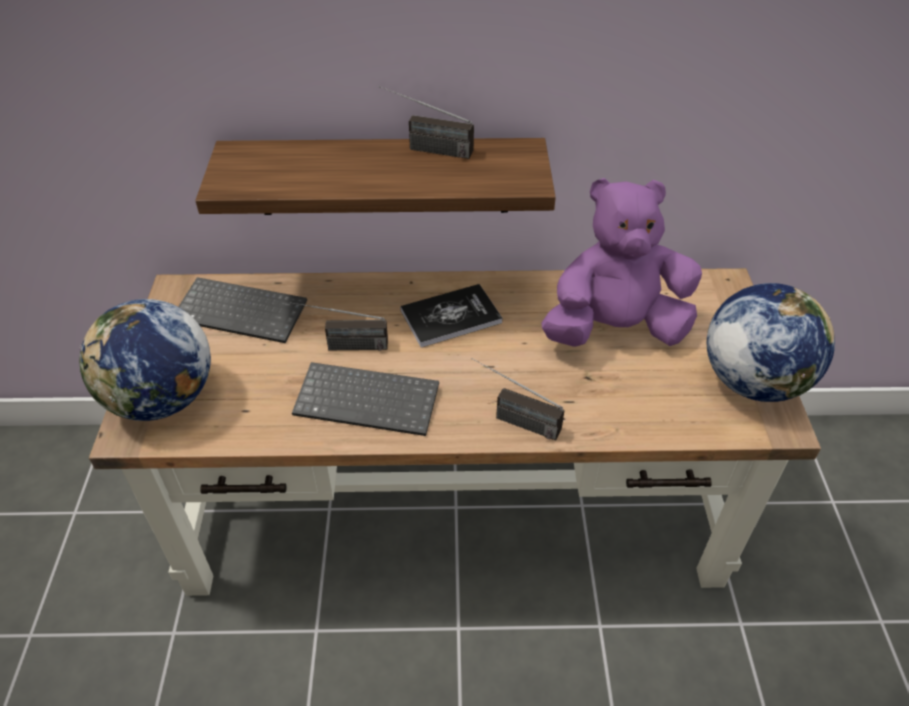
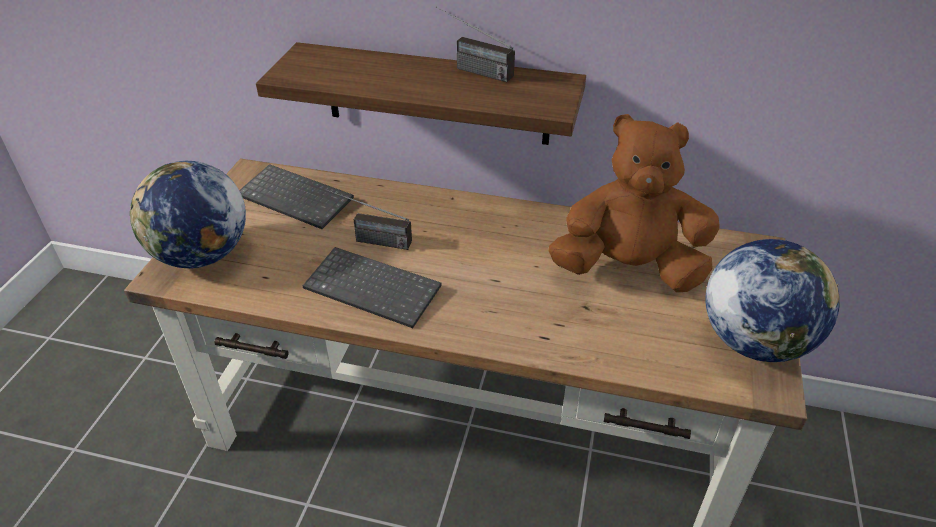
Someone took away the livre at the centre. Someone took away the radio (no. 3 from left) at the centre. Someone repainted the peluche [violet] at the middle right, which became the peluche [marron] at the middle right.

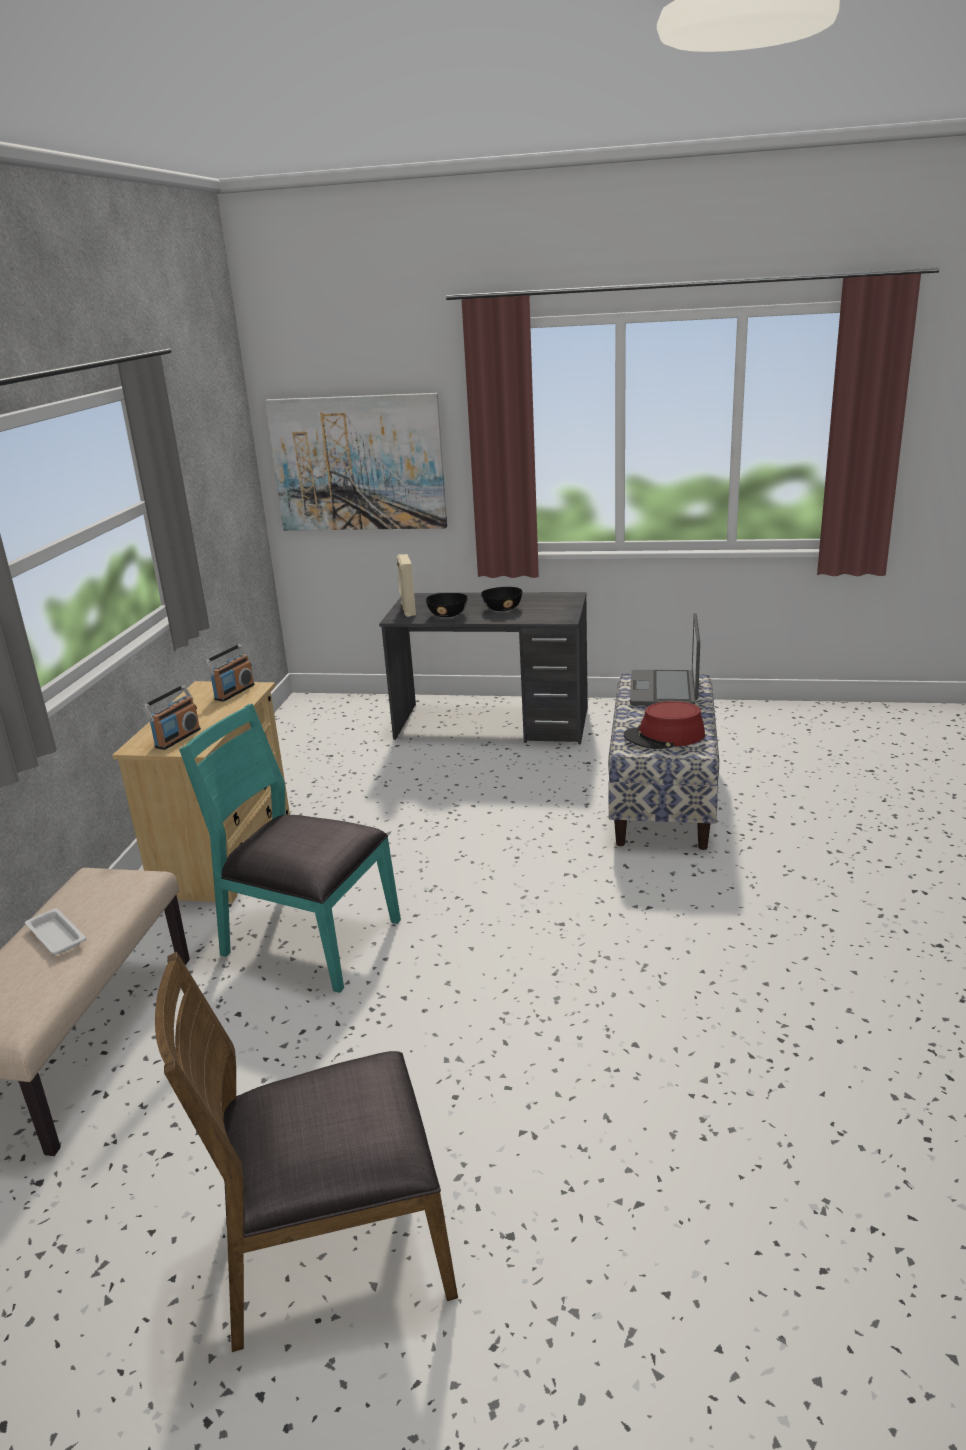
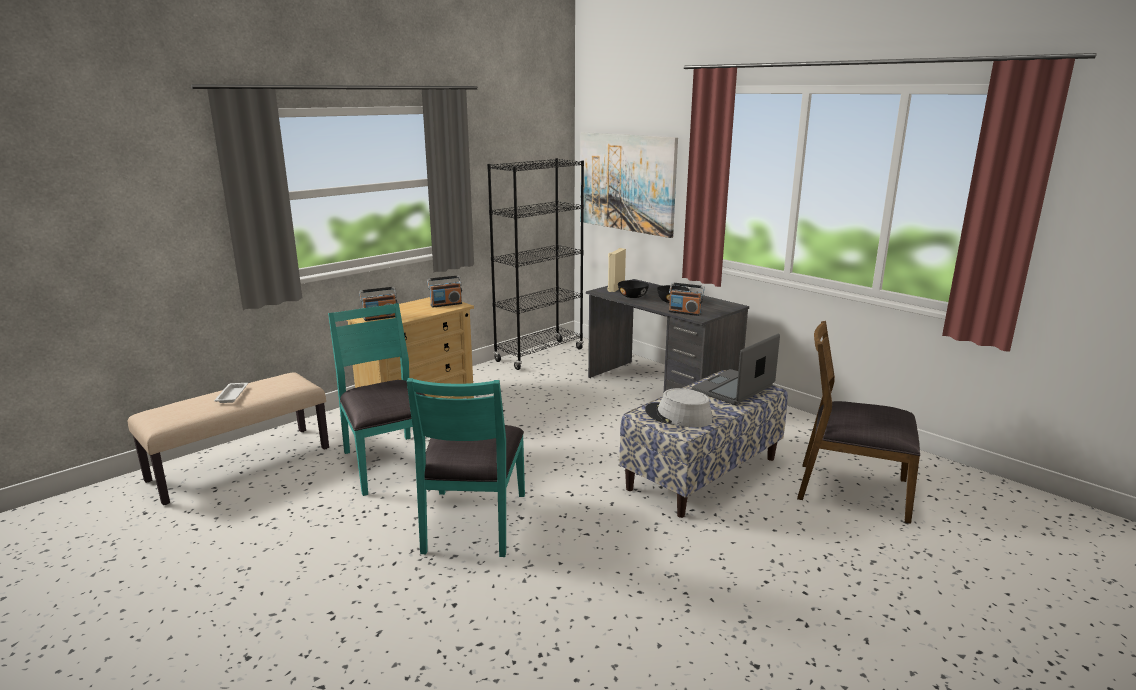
Someone put down the chaise [turquoise] (no. 2 from left) at the bottom centre. Someone put down the bibliothèque [noir] at the centre. Someone put down the radio (no. 3 from left) at the centre. Someone carried the chaise [marron] from the bottom left to the middle right. Someone repainted the chapeau [rouge] at the middle right, which became the chapeau [gris] at the centre.

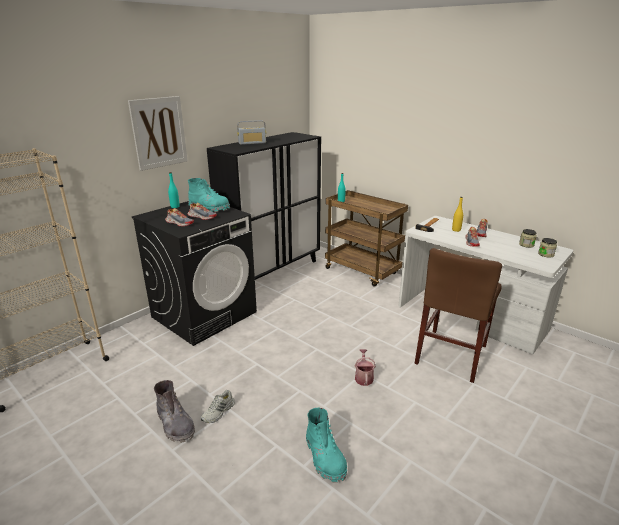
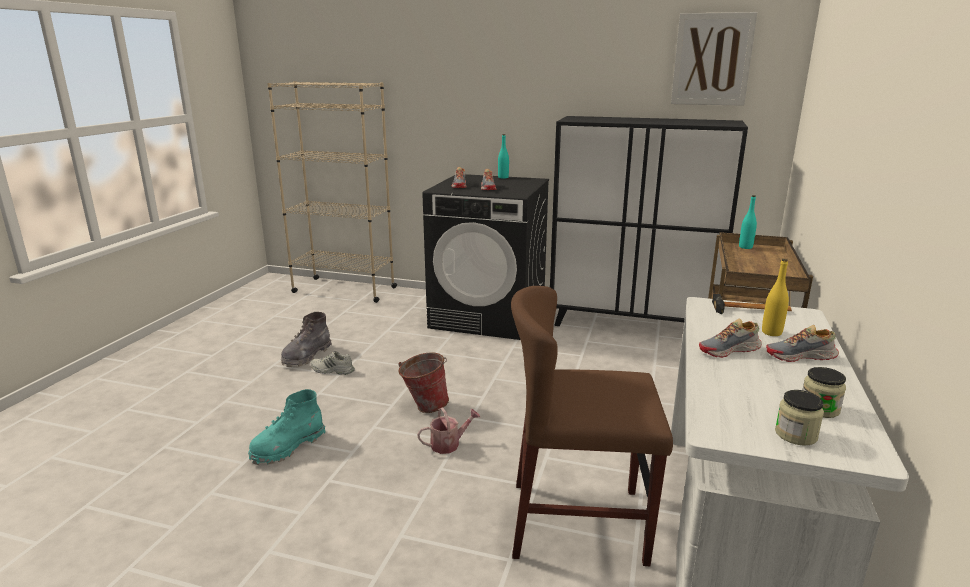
Someone took away the botte [turquoise] (no. 1 from left) at the centre. Someone took away the radio at the top centre. Someone put down the seau at the centre. Someone carried the tableau from the top left to the top right.

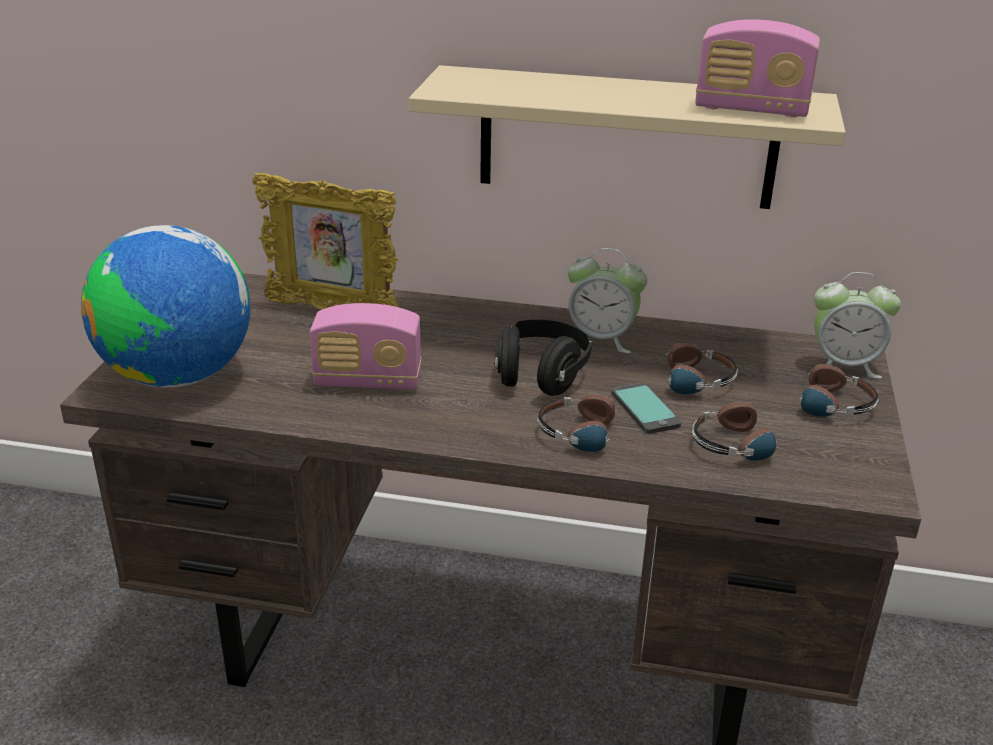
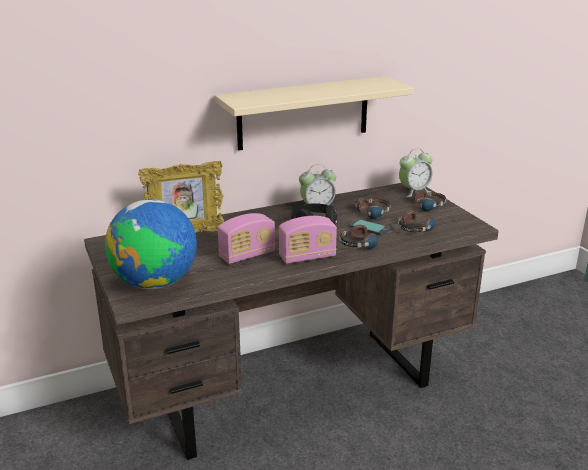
Someone carried the radio (no. 2 from left) from the top right to the centre.

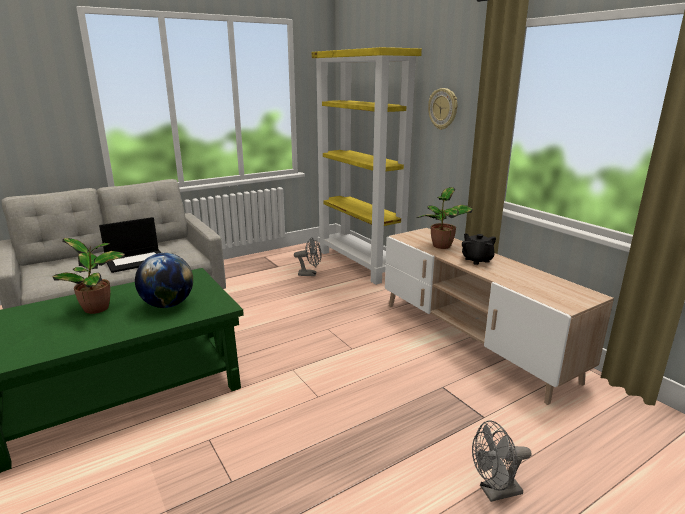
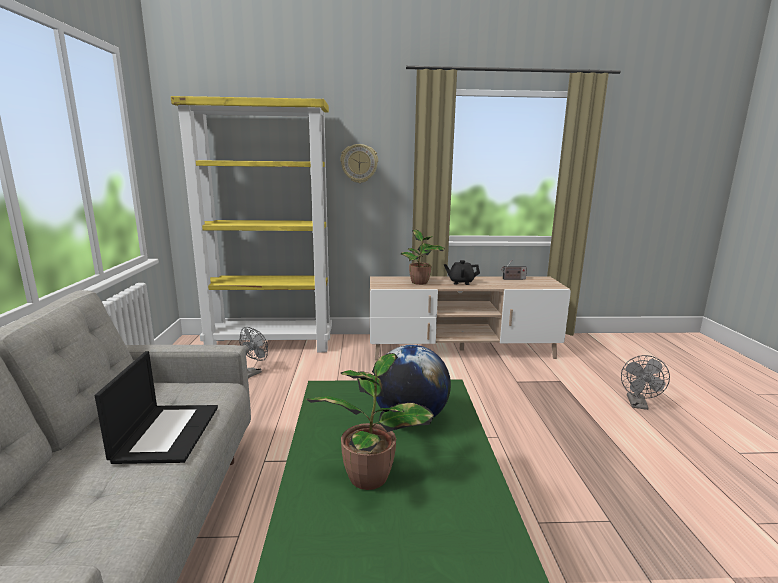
Someone put down the radio at the centre.

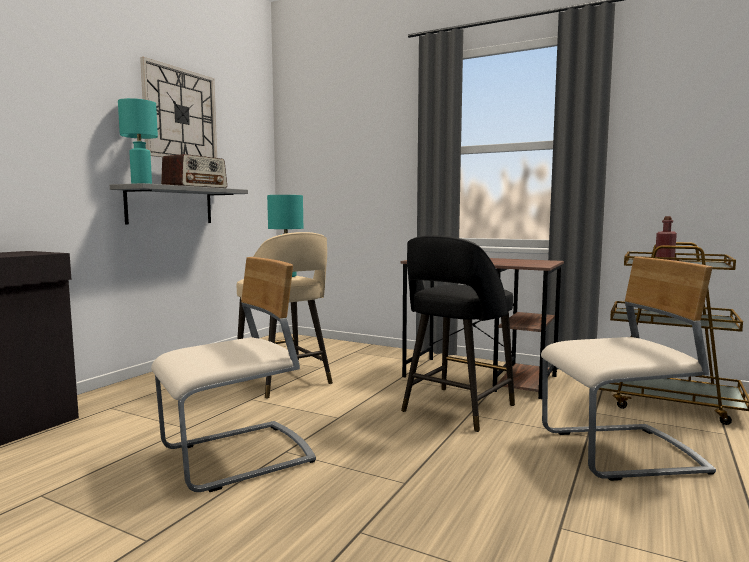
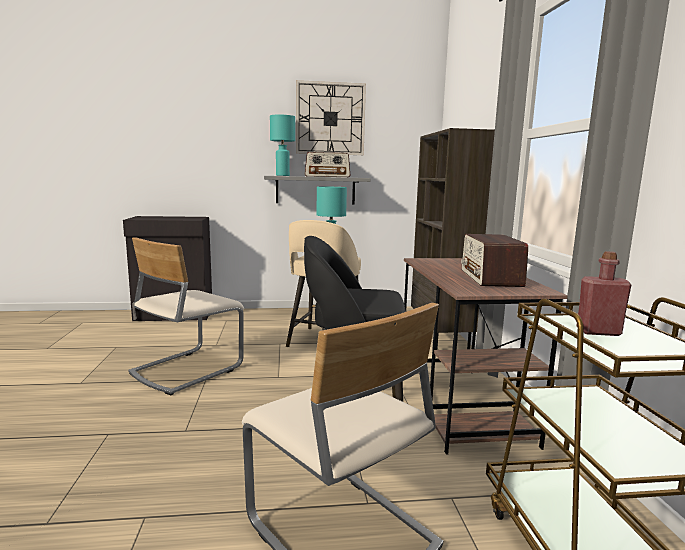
Someone put down the bibliothèque [marron] at the centre. Someone put down the radio (no. 2 from left) at the middle right. Someone rotated the chaise [beige] (no. 1 from left) at the middle left by 105 degrees clockwise.

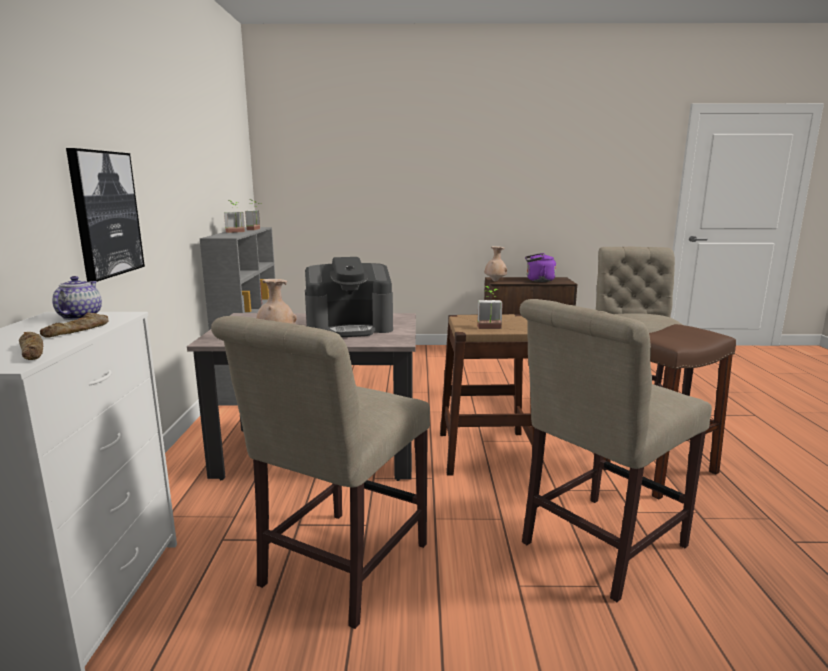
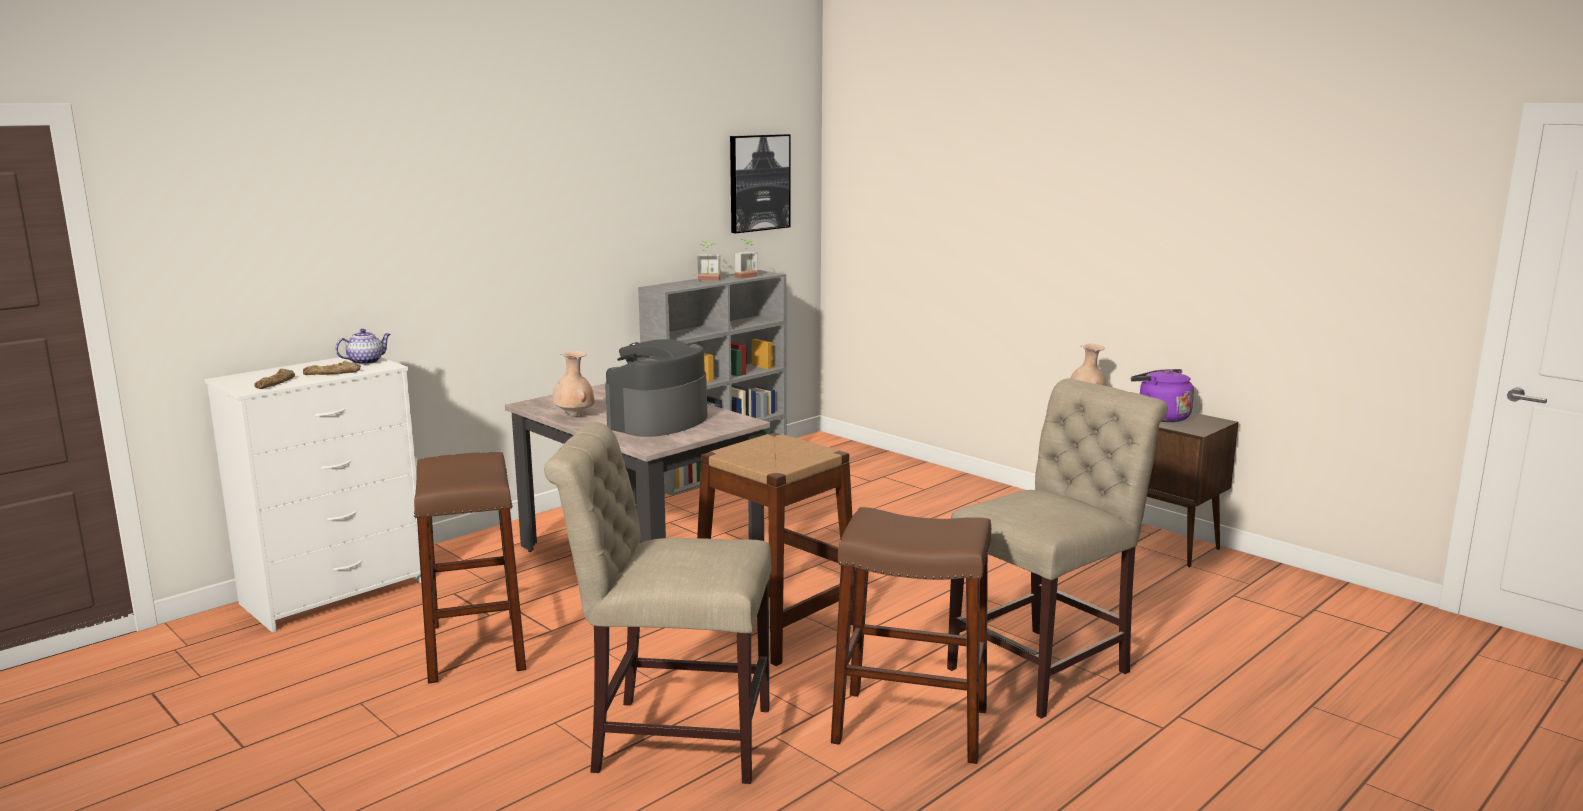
Someone took away the plante en pot (no. 3 from left) at the centre. Someone carried the tableau from the top left to the top centre. Someone swapped the chaise [beige] (no. 1 from left) at the bottom centre for the tabouret [marron] (no. 1 from left) at the bottom left. Someone rotated the machine à café at the centre by 90 degrees clockwise.

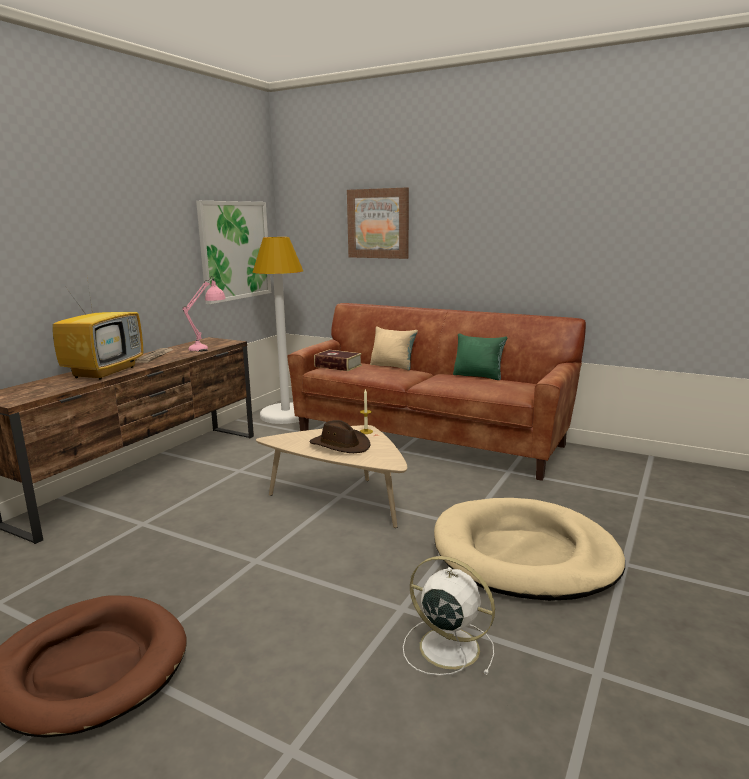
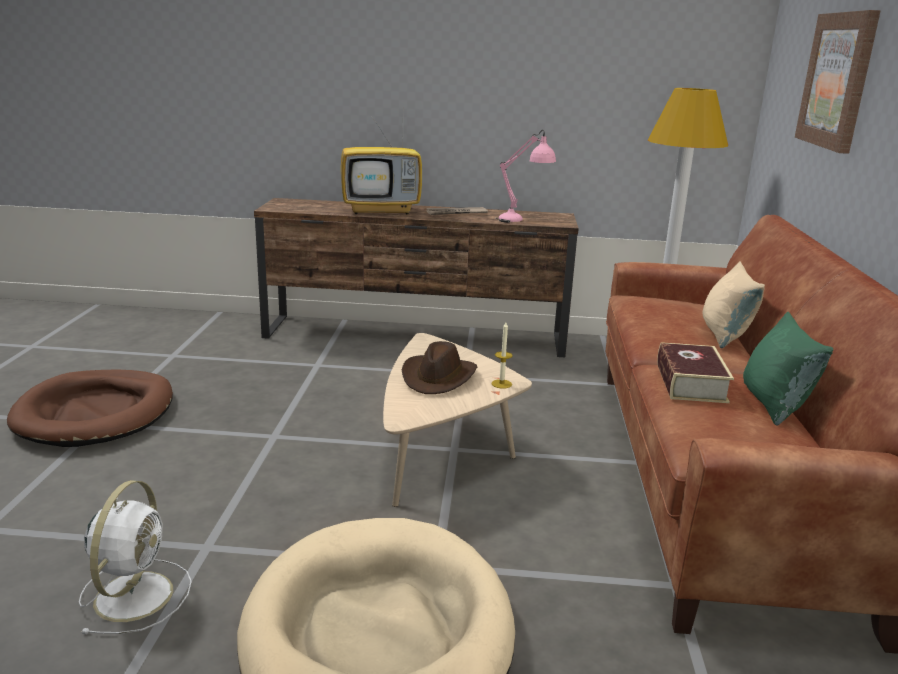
Someone took away the tableau (no. 1 from left) at the top left. Someone carried the livre from the centre to the middle right.

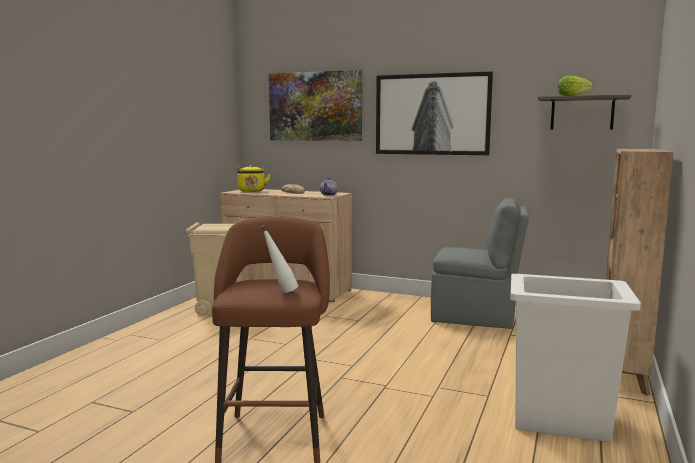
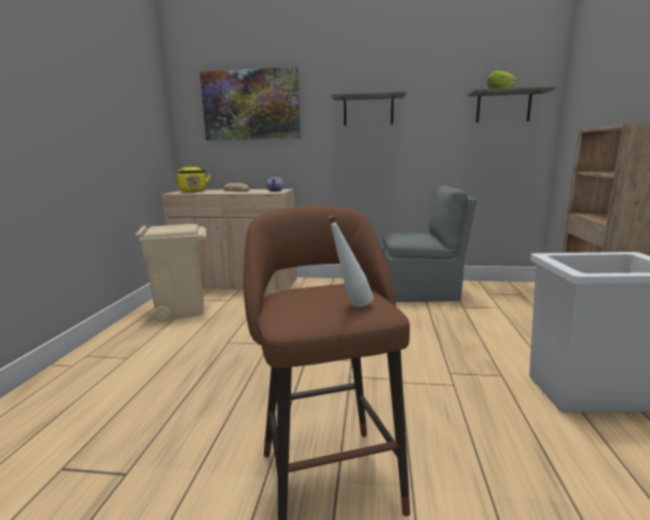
Someone swapped the tableau (no. 2 from left) at the top centre for the étagère (no. 1 from left) at the top centre.

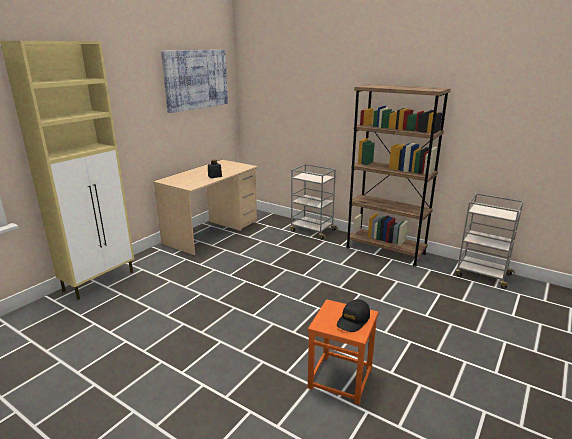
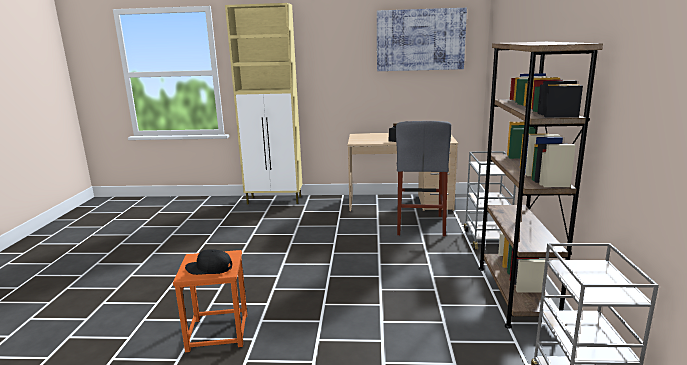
Someone put down the tabouret [gris] at the centre.

